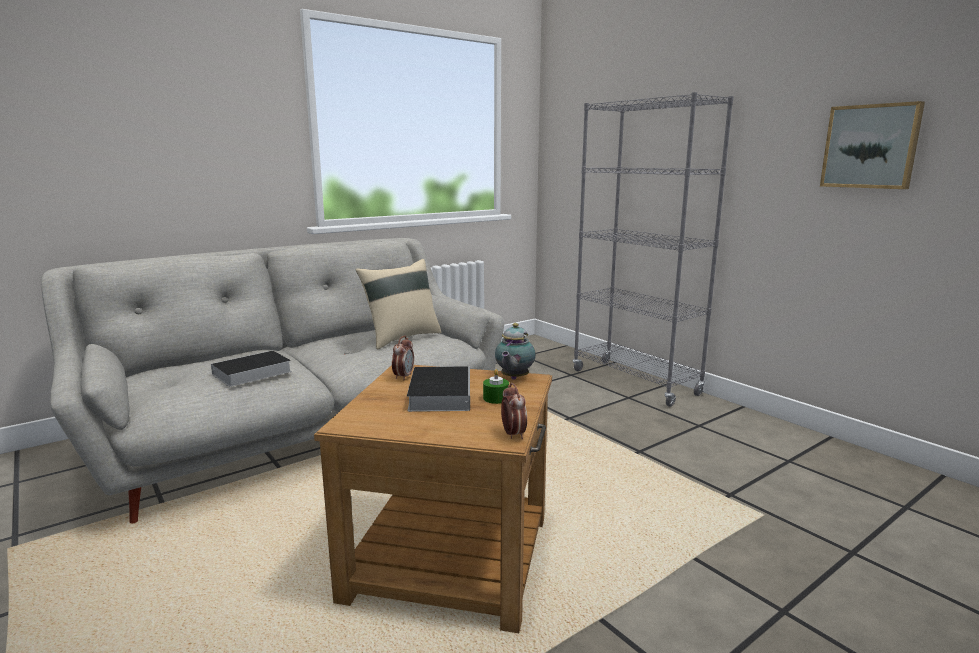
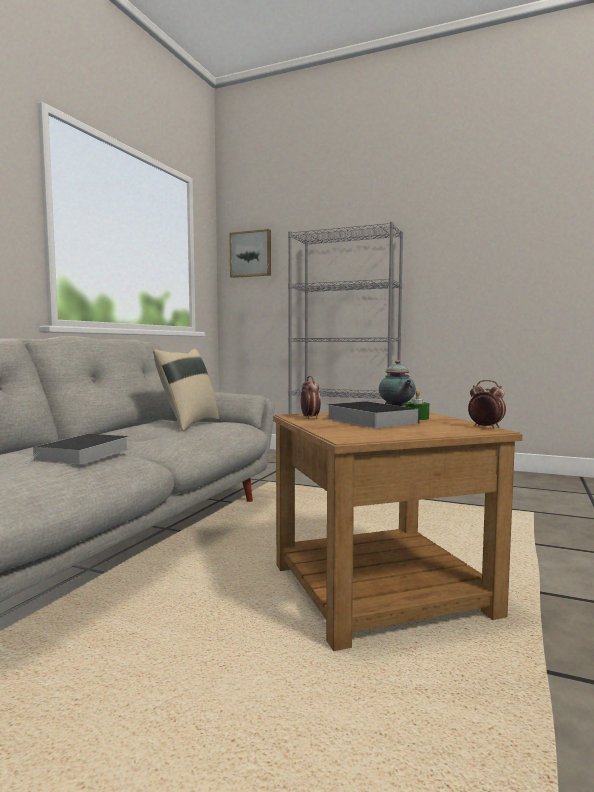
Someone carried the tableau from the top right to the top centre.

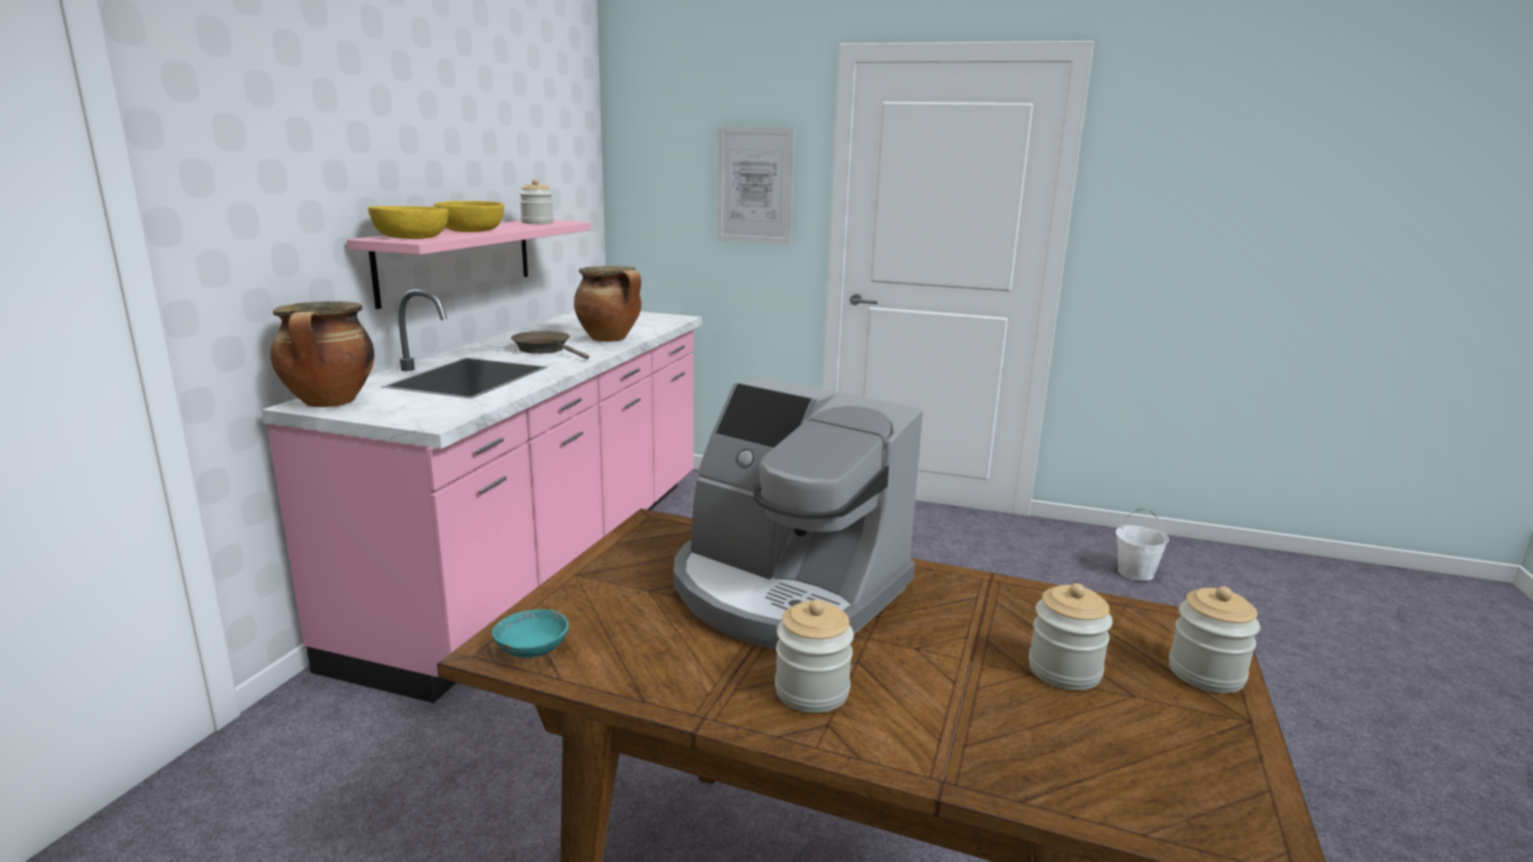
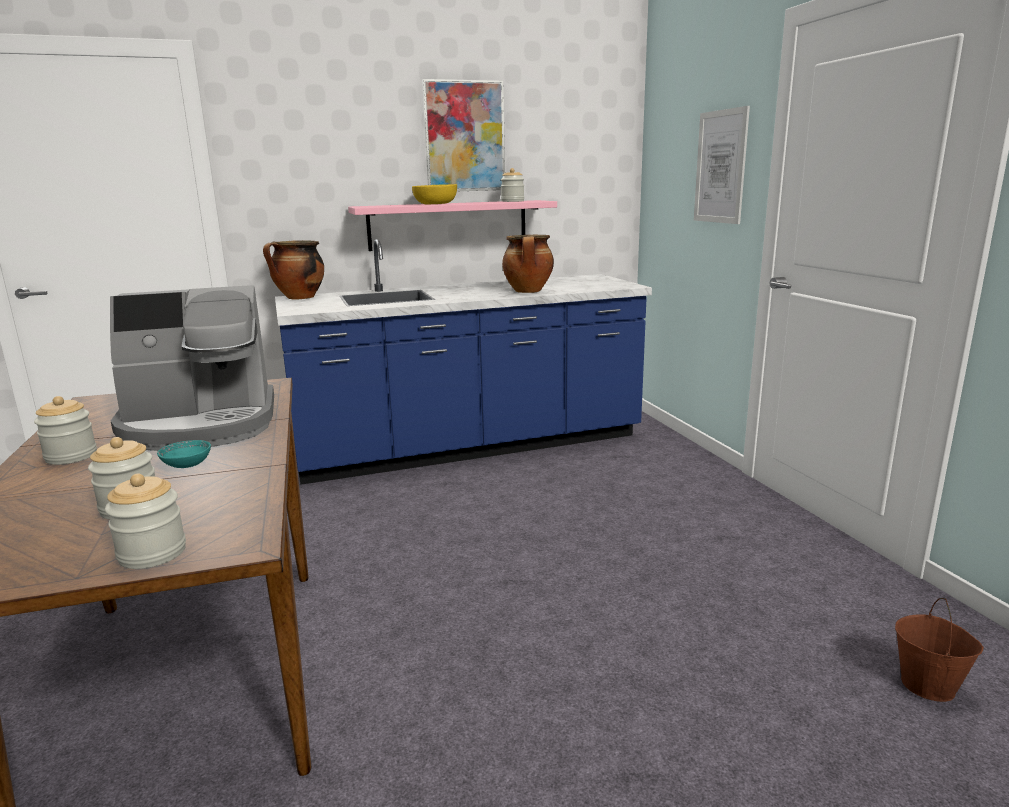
Someone took away the bol [jaune] (no. 1 from left) at the top left. Someone took away the poêle [marron] at the centre. Someone put up the tableau (no. 1 from left) at the top centre. Someone carried the bol [turquoise] from the bottom centre to the middle left. Someone repainted the comptoir de cuisine [rose] at the middle left, which became the comptoir de cuisine [bleu] at the centre. Someone repainted the seau [blanc] at the middle right, which became the seau [marron] at the bottom right. Someone rotated the machine à café at the centre by 105 degrees counterclockwise.

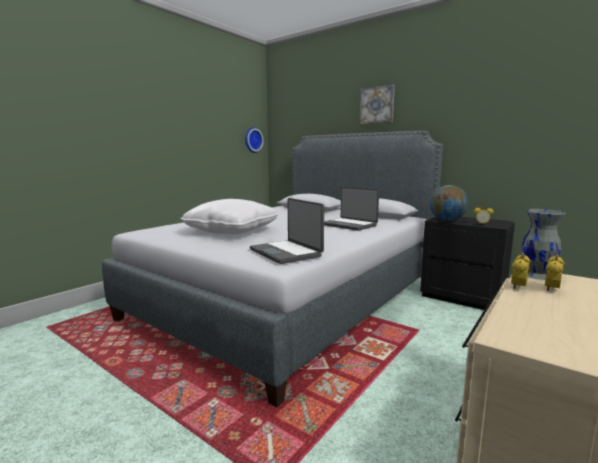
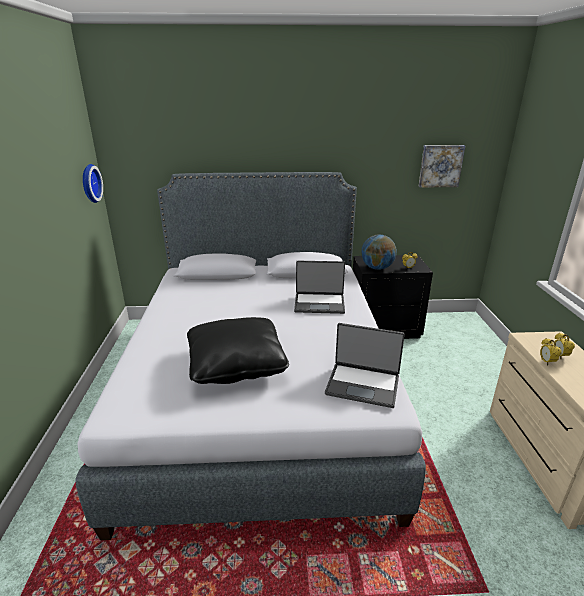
Someone took away the vase [gris] at the middle right. Someone carried the tableau from the top centre to the top right. Someone repainted the coussin [blanc] at the centre, which became the coussin [noir] at the centre.

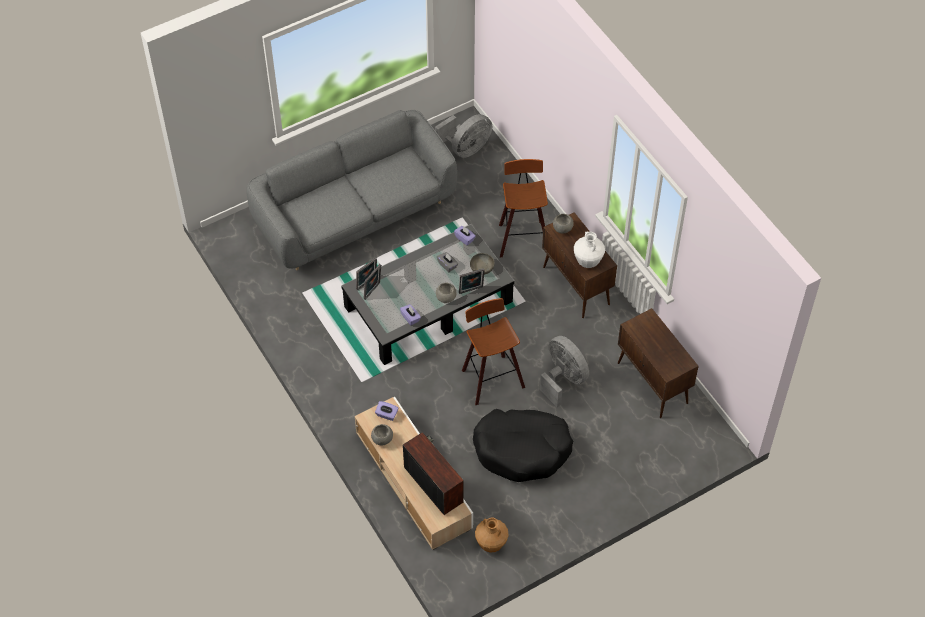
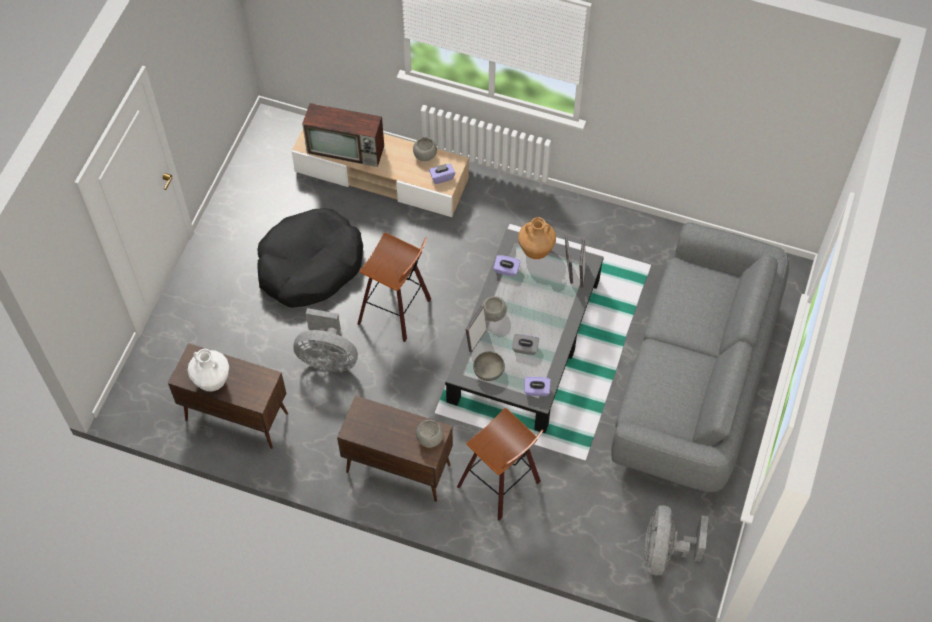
Someone carried the vase [marron] from the bottom centre to the centre. Someone carried the vase [blanc] from the centre to the middle left.

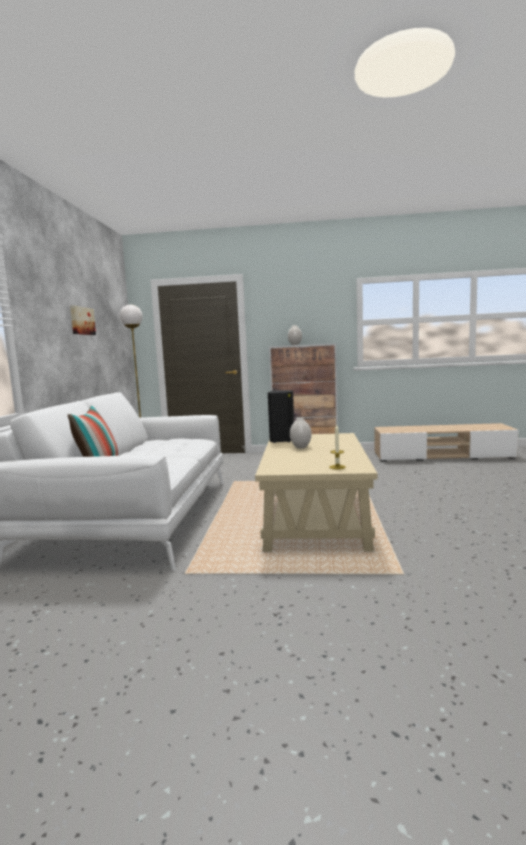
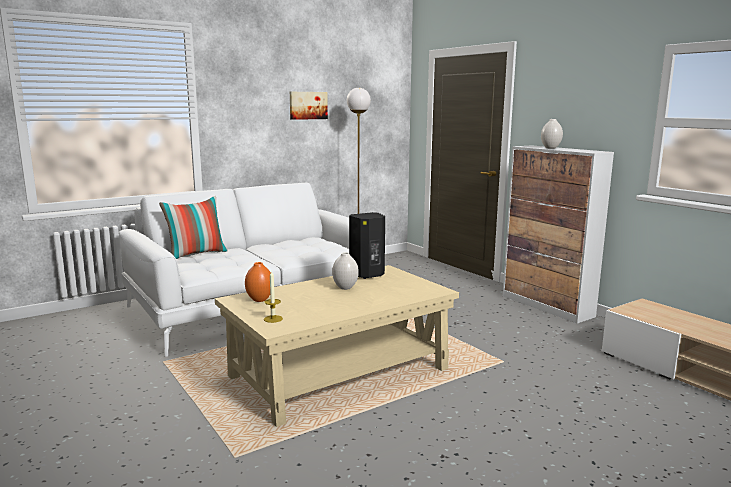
Someone put down the vase [orange] at the centre.

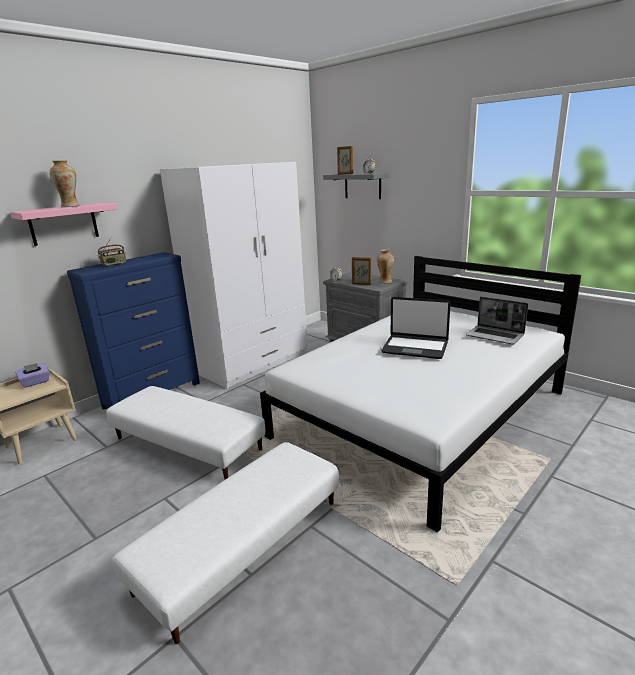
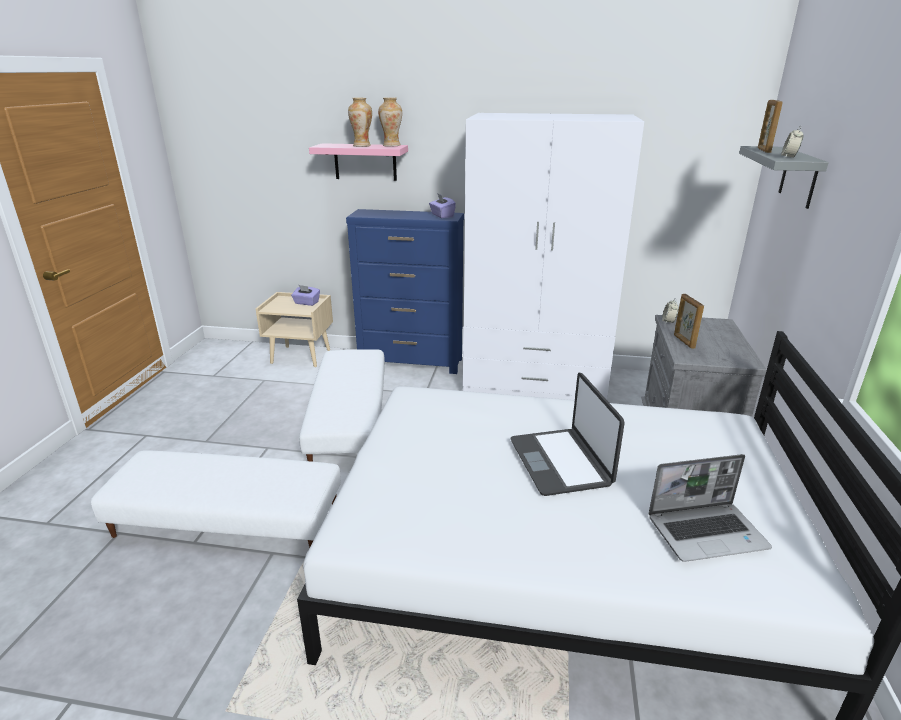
Someone took away the radio at the middle left. Someone put down the boîte à mouchoirs [violet] (no. 2 from left) at the top centre. Someone carried the vase (no. 2 from left) from the centre to the top centre. Someone rotated the ordinateur portable (no. 2 from left) at the middle right by 105 degrees counterclockwise.

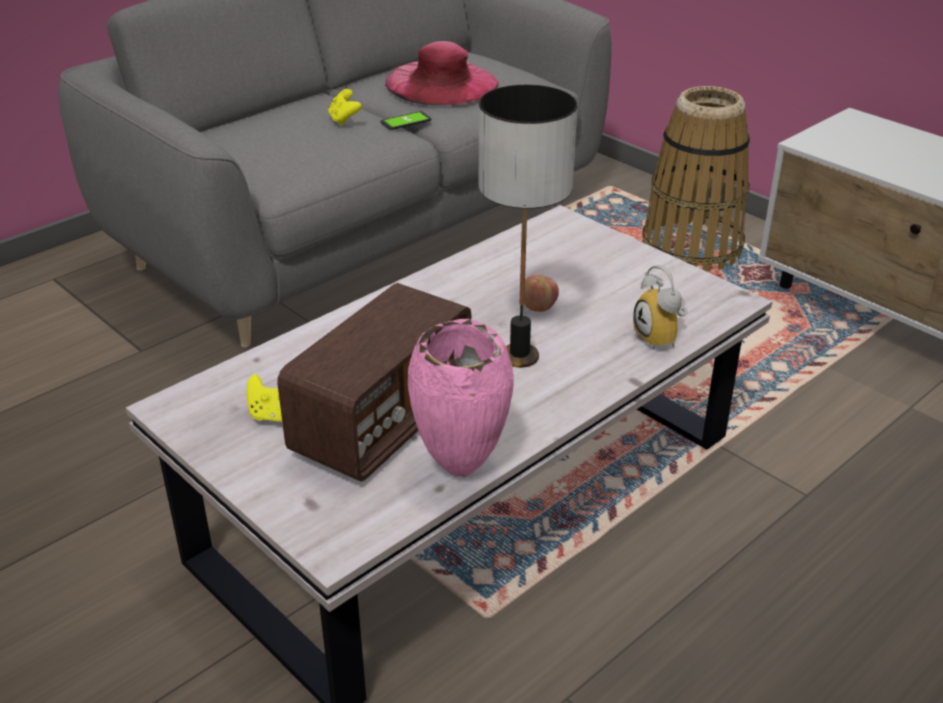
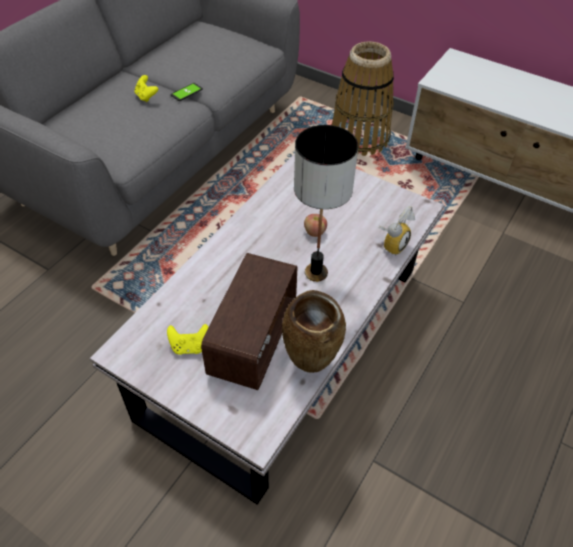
Someone took away the chapeau [rose] at the top centre. Someone repainted the vase [rose] at the centre, which became the vase [marron] at the centre. Someone rotated the réveil at the middle right by 105 degrees counterclockwise.

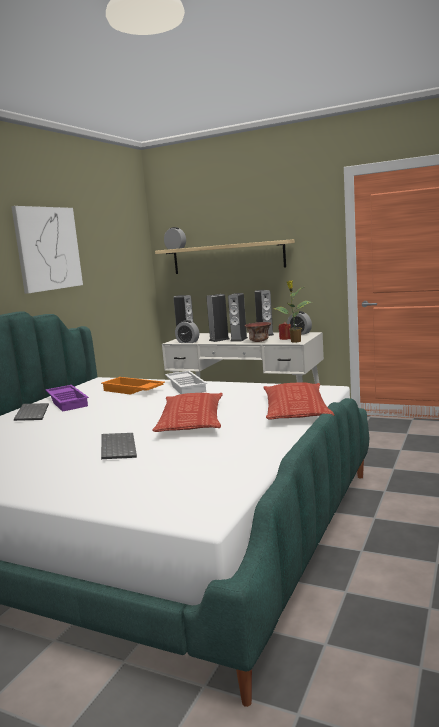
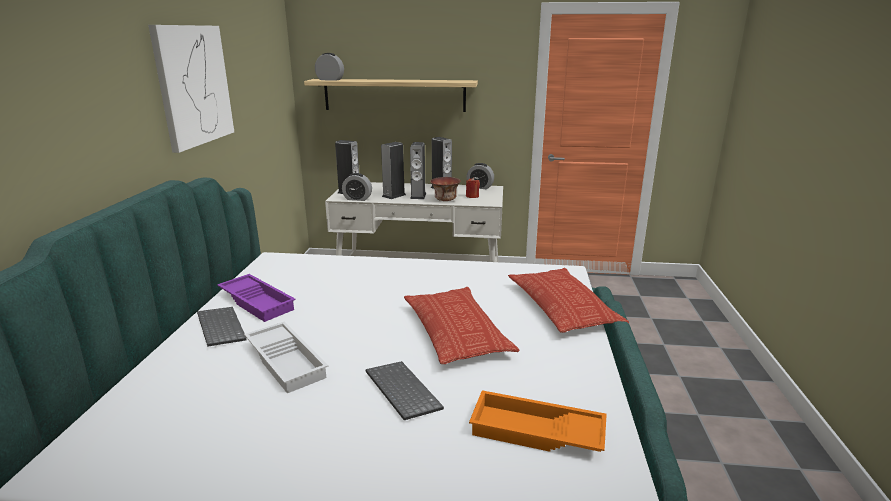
Someone took away the plante en pot at the centre. Someone carried the plateau [orange] from the middle left to the bottom centre. Someone carried the plateau [blanc] from the centre to the bottom left.

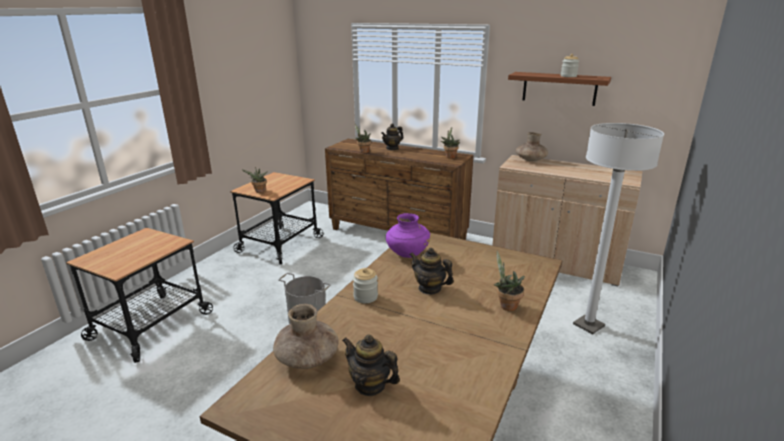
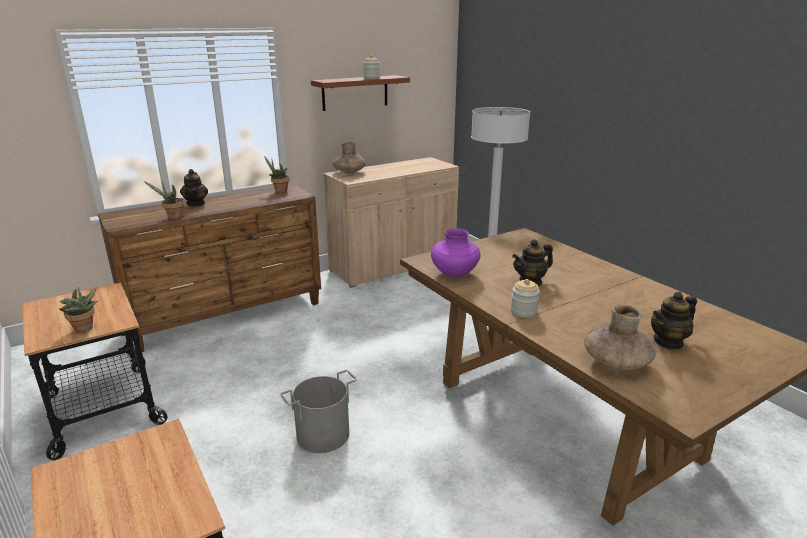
Someone took away the plante en pot (no. 4 from left) at the centre.

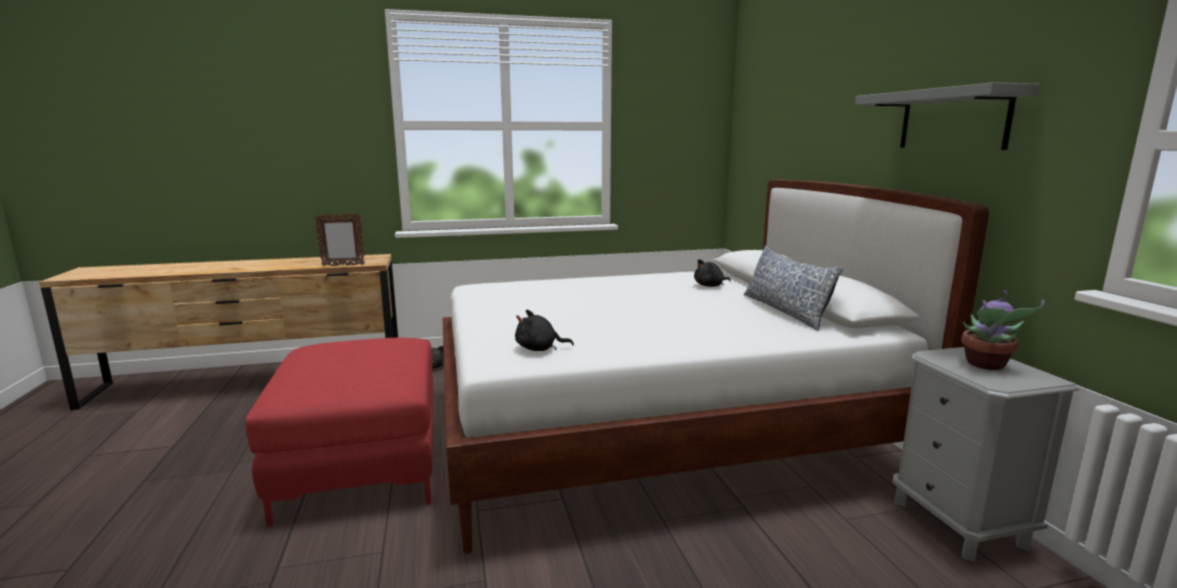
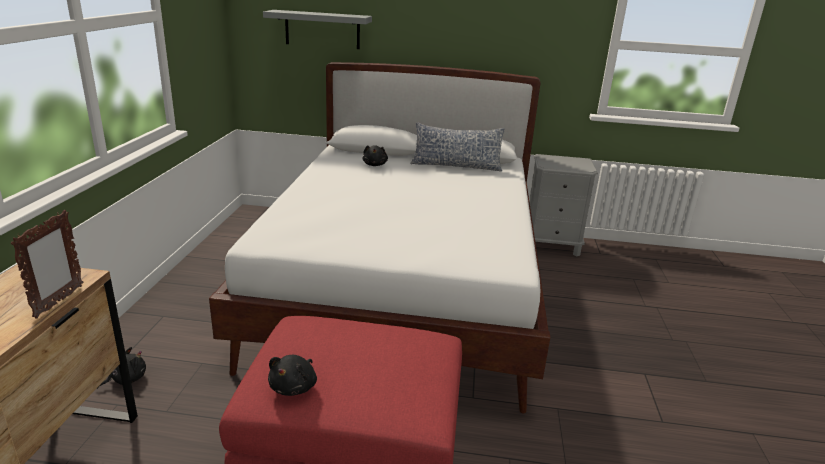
Someone took away the plante en pot at the middle right. Someone carried the peluche [noir] (no. 2 from left) from the centre to the bottom centre. Someone carried the étagère [gris] from the top right to the top centre.

